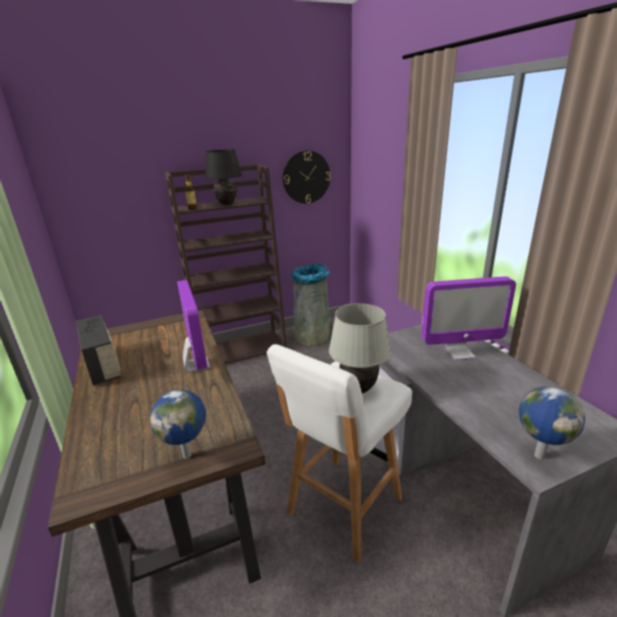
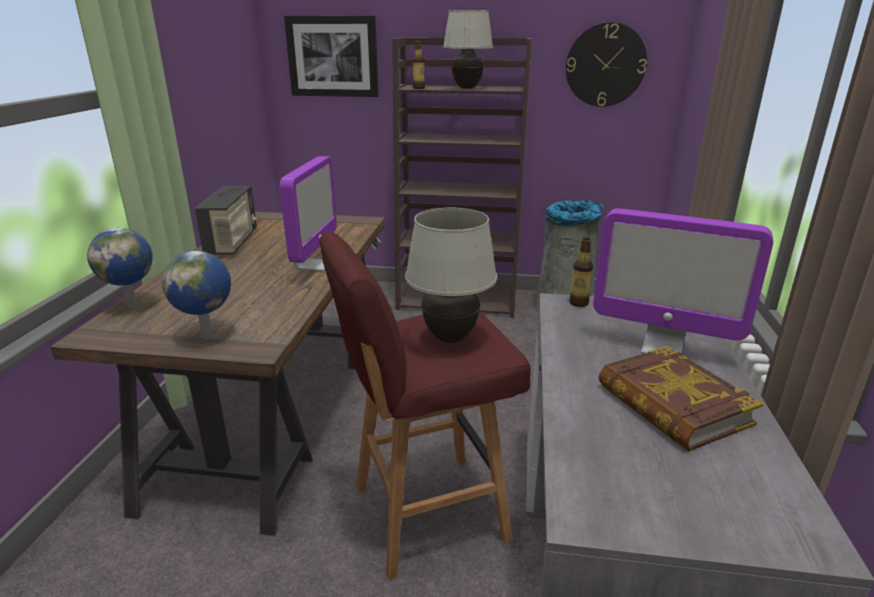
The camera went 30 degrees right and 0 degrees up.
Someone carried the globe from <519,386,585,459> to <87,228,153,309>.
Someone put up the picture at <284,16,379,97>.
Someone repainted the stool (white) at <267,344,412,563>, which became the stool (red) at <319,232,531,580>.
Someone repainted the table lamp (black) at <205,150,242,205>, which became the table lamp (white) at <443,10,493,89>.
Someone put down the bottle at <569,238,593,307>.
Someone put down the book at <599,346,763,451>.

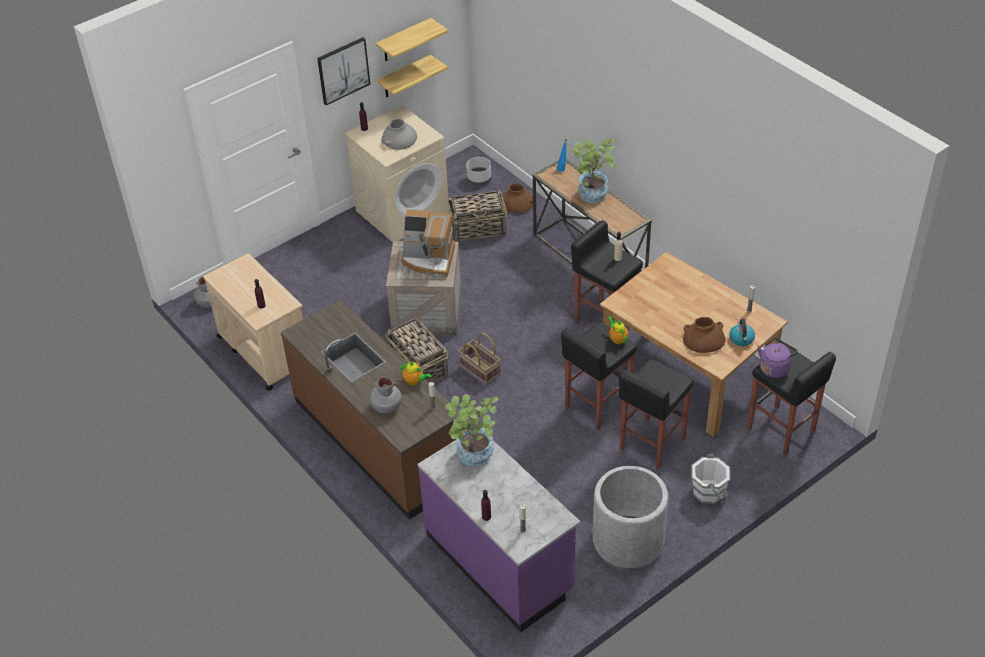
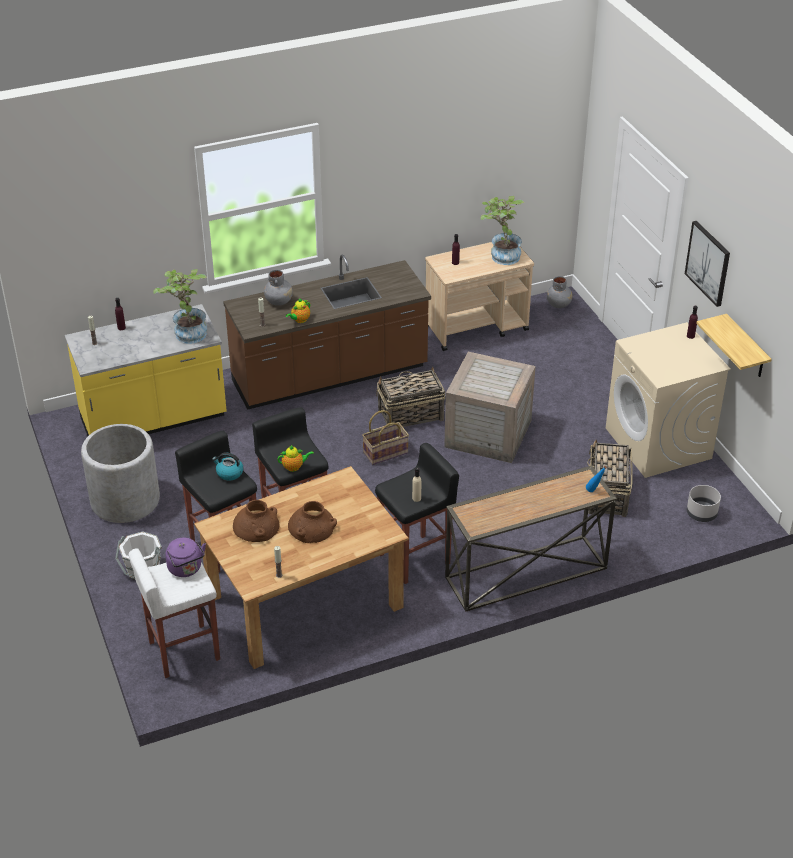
The camera went 105 degrees right and 5 degrees down.
Someone repainted the counter (purple) at <418,440,580,632>, which became the counter (yellow) at <65,304,227,436>.
Someone repainted the stool (black) at <747,346,836,456>, which became the stool (white) at <129,548,220,678>.
Someone carried the kettle from <729,319,755,346> to <212,452,243,481>.
Someone carried the vase (brown) from <501,183,533,213> to <288,501,337,543>.
Someone carried the potted plant from <572,138,615,203> to <481,196,525,265>.
Someone took away the shelf at <376,18,449,61>.
Someone took away the vase (grey) at <382,118,417,150>.
Someone took away the coffee machine at <401,210,455,277>.

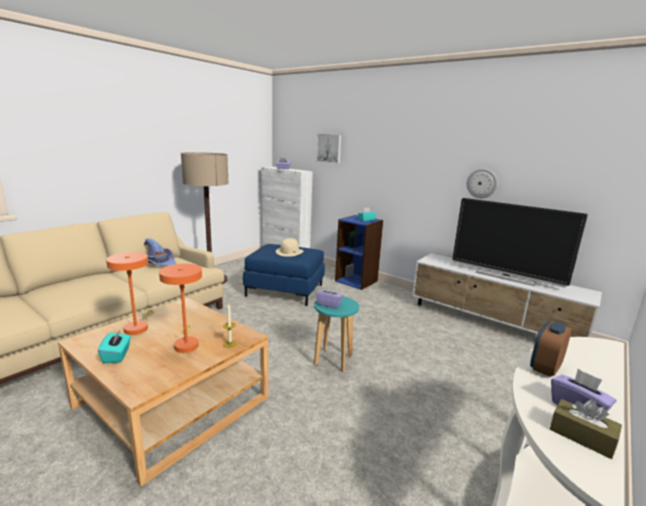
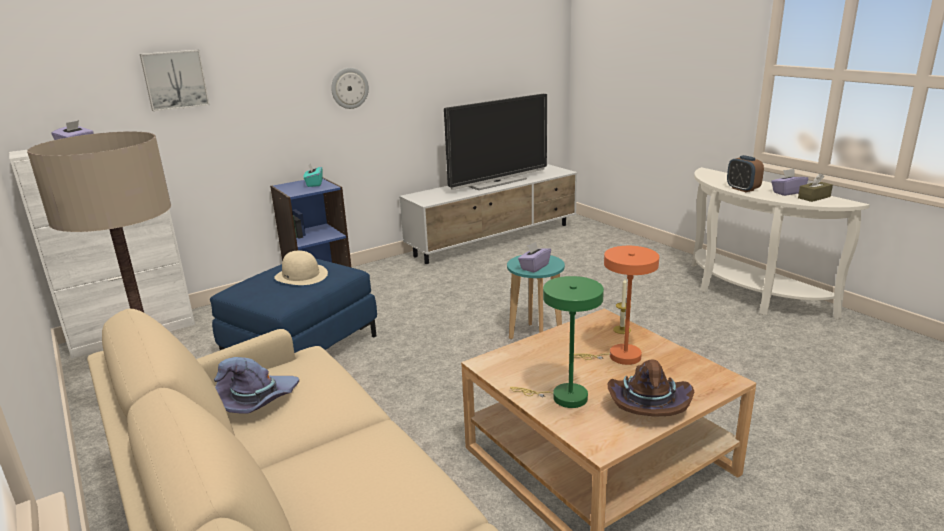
The camera went 70 degrees left and 5 degrees up.
Someone carried the wall clock from <467,168,498,198> to <331,68,369,109>.
Someone repainted the table lamp (orange) at <106,252,154,335>, which became the table lamp (green) at <510,276,604,408>.
Someone swapped the tissue box (turquoise) at <98,329,131,363> for the hat (brown) at <608,360,694,417>.

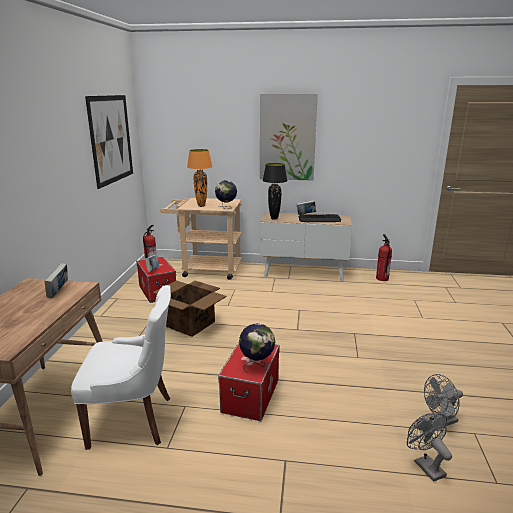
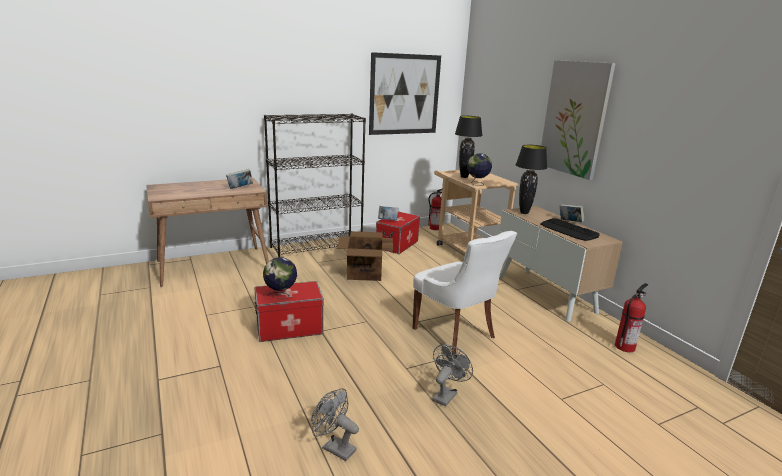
The camera went 55 degrees right and 0 degrees up.
Someone put down the bookcase (black) at <264,113,366,257>.
Someone carried the chair (white) from <71,285,171,450> to <412,231,517,355>.
Someone carried the fan (grey) from <407,413,452,482> to <432,344,473,406>.
Someone repainted the table lamp (orange) at <187,149,213,207>, which became the table lamp (black) at <455,116,483,178>.

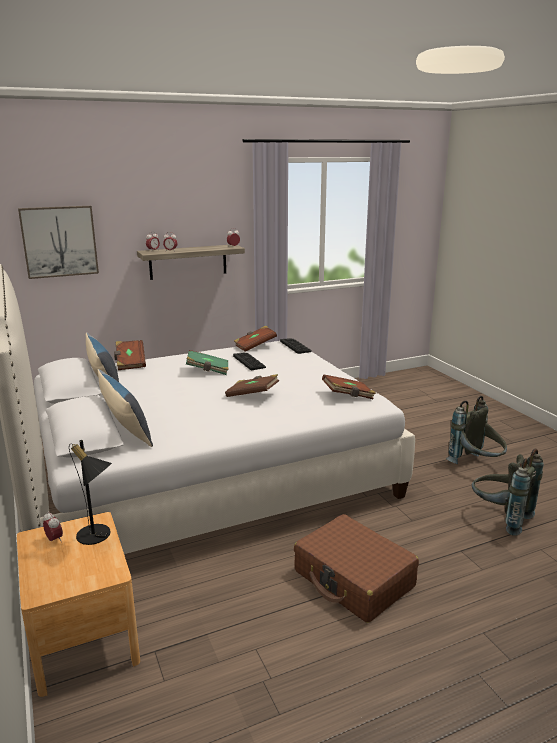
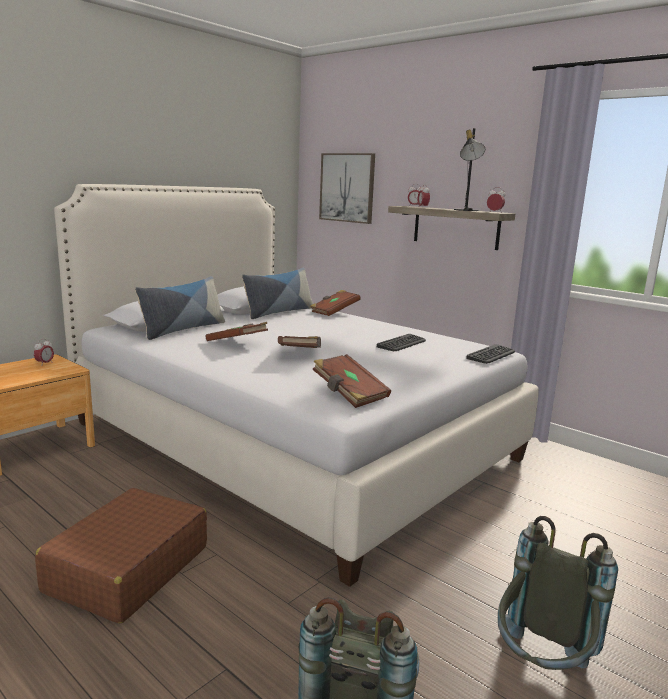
The camera went 65 degrees right and 5 degrees down.
Someone carried the book (brown) from <234,325,277,352> to <206,322,268,341>.
Someone carried the table lamp (black) from <69,440,112,545> to <454,128,485,211>.
Someone took away the book (green) at <186,350,229,375>.

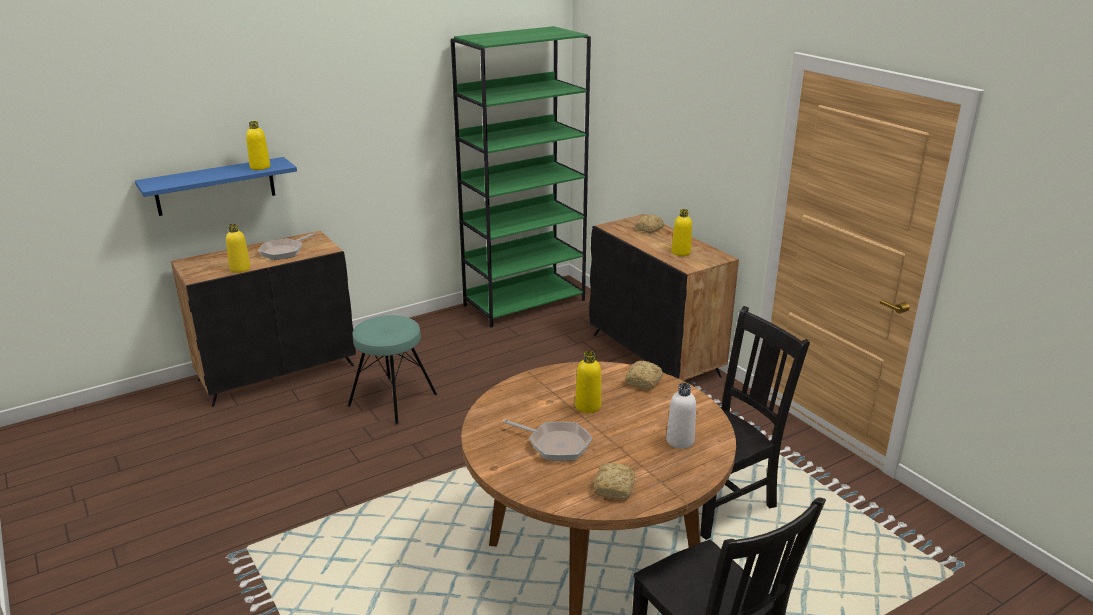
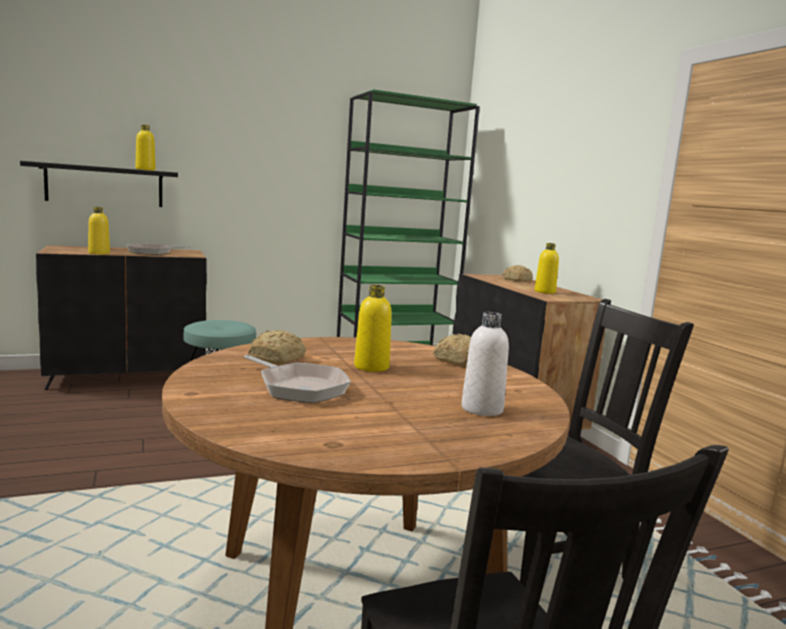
The camera went 10 degrees right and 15 degrees down.
Someone repainted the shelf (blue) at <135,157,297,216>, which became the shelf (black) at <20,161,178,207>.
Someone carried the bread from <594,463,635,500> to <248,330,306,365>.

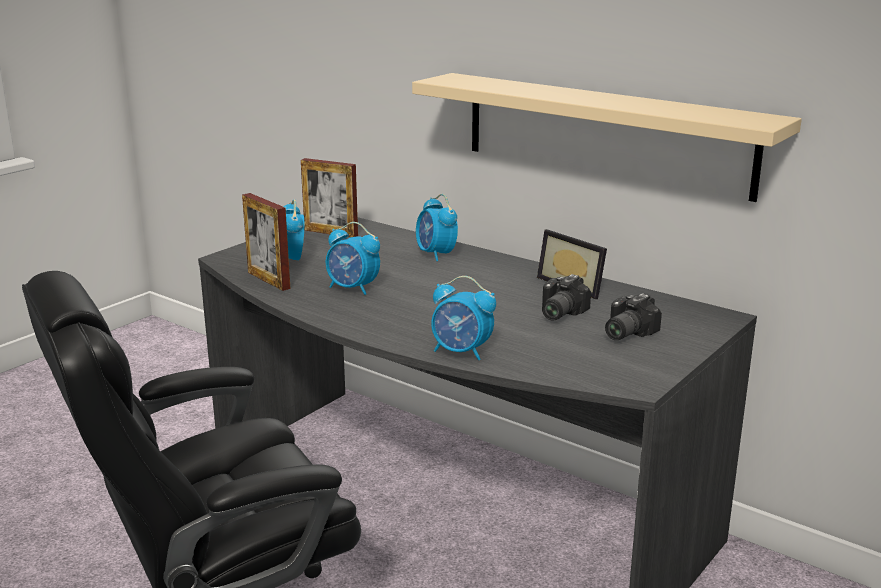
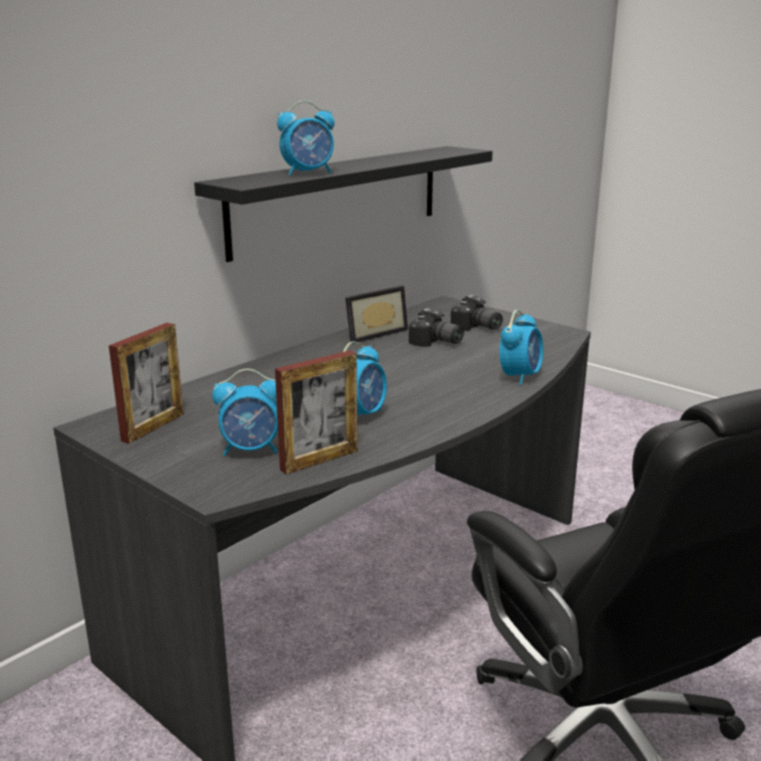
The camera went 85 degrees left and 0 degrees up.
Someone repainted the shelf (beige) at <412,73,802,202>, which became the shelf (black) at <194,146,493,262>.
Someone carried the alarm clock from <416,194,458,261> to <277,101,335,175>.

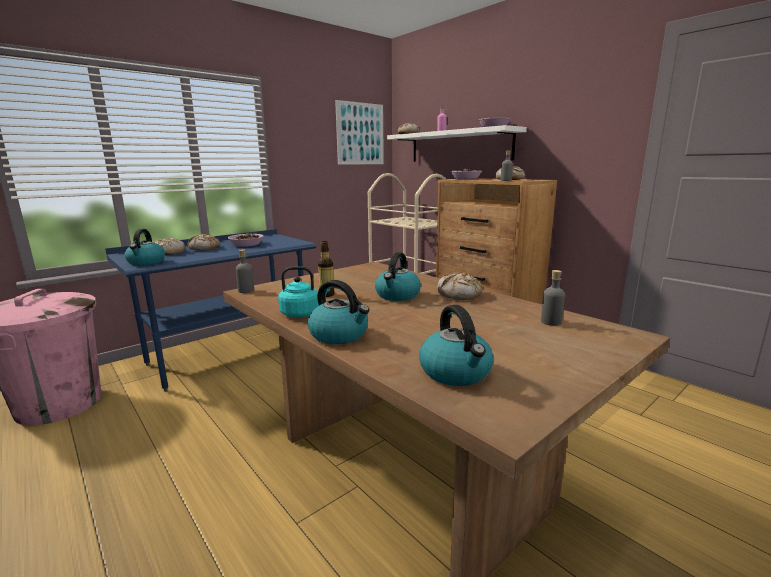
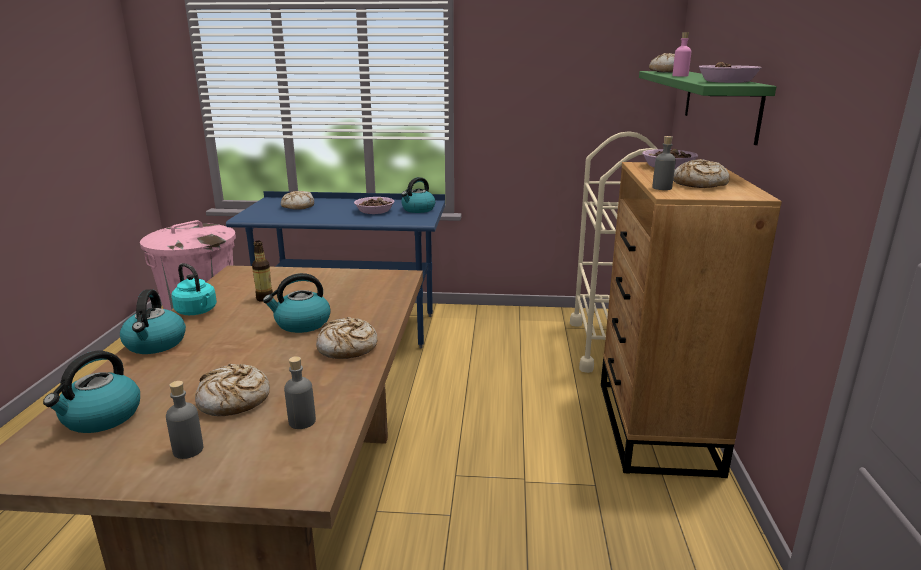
The camera went 45 degrees right and 5 degrees up.
Someone carried the bottle (grey) from <236,249,254,293> to <166,381,203,459>.
Someone carried the bread from <188,234,220,250> to <195,363,270,416>.
Someone carried the kettle from <125,229,165,266> to <401,177,436,213>.
Someone repainted the shelf (white) at <387,125,527,162>, which became the shelf (green) at <639,71,776,145>.
Someone took away the picture at <335,100,384,165>.

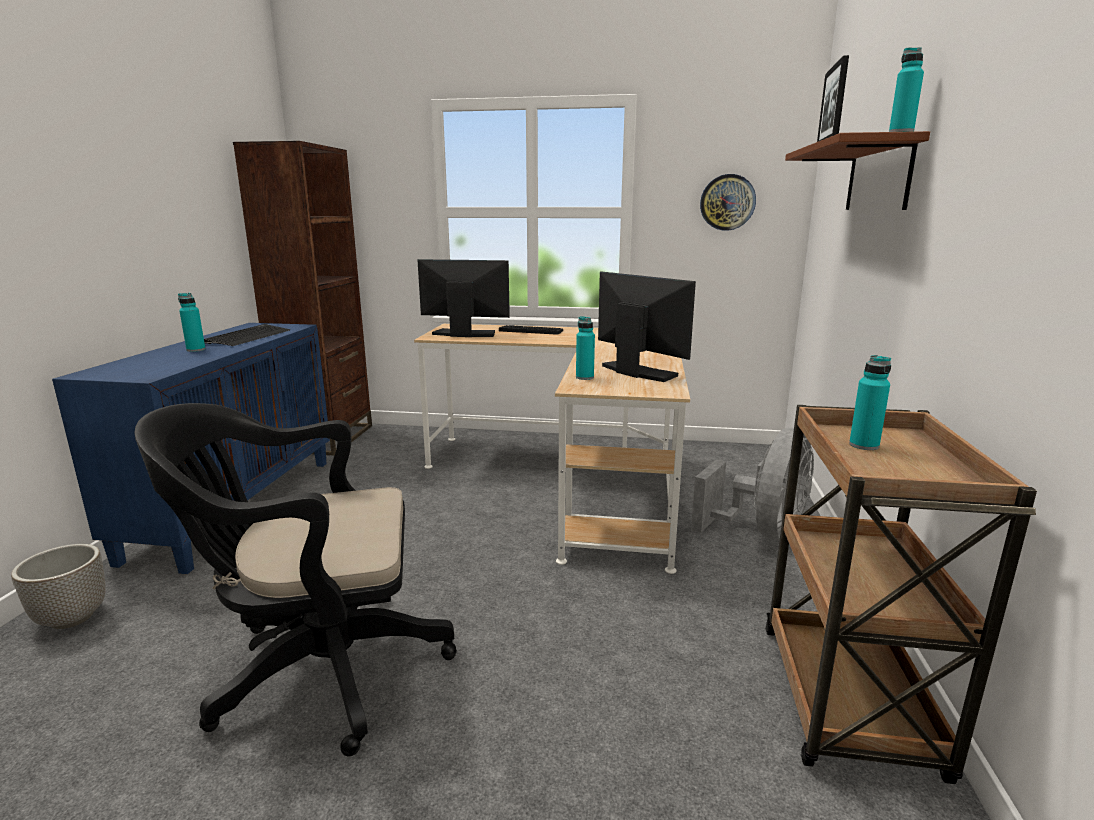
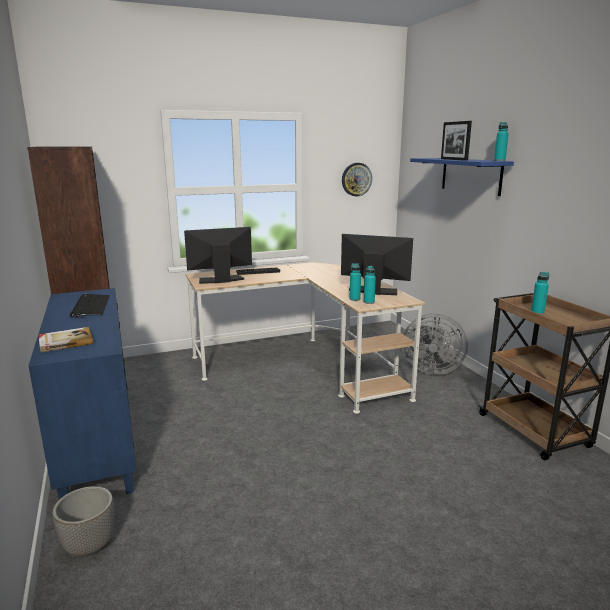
The camera went 30 degrees left and 0 degrees up.
Someone put down the book at <39,327,93,352>.
Someone carried the bottle (turquoise) from <178,293,206,352> to <364,266,376,304>.
Someone rotated the fan (grey) at <691,428,814,540> by 105 degrees clockwise.
Someone repainted the shelf (brown) at <785,131,930,210>, which became the shelf (blue) at <410,158,514,196>.
Someone took away the office chair (black) at <134,403,457,756>.

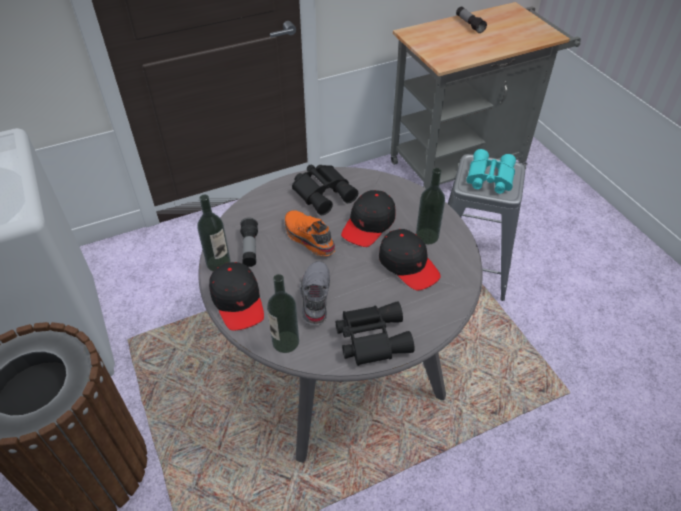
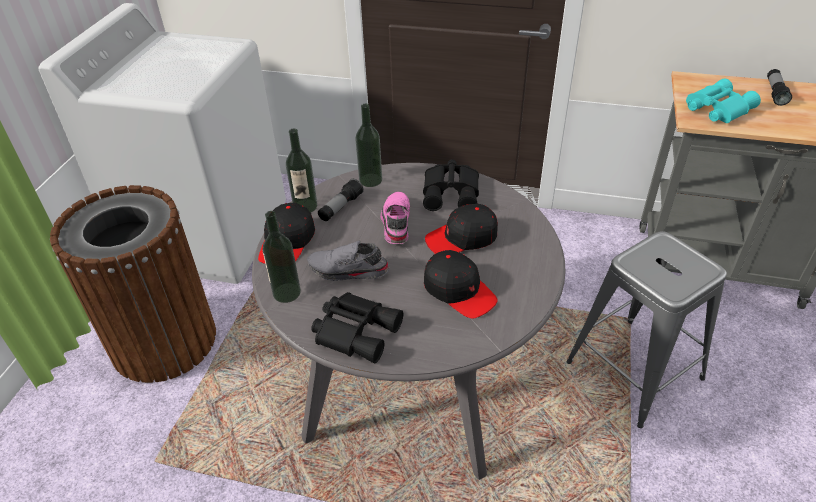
The camera went 40 degrees right and 5 degrees down.
Someone rotated the shoe (grey) at <299,261,330,325> by 120 degrees counterclockwise.
Someone carried the bottle from <416,168,445,244> to <355,104,382,187>.
Someone repainted the shoe (orange) at <285,210,335,256>, which became the shoe (pink) at <380,192,410,244>.
Someone rotated the cap (black) at <379,229,441,291> by 45 degrees counterclockwise.
Someone carried the binoculars (turquoise) from <466,149,516,194> to <686,79,761,123>.

